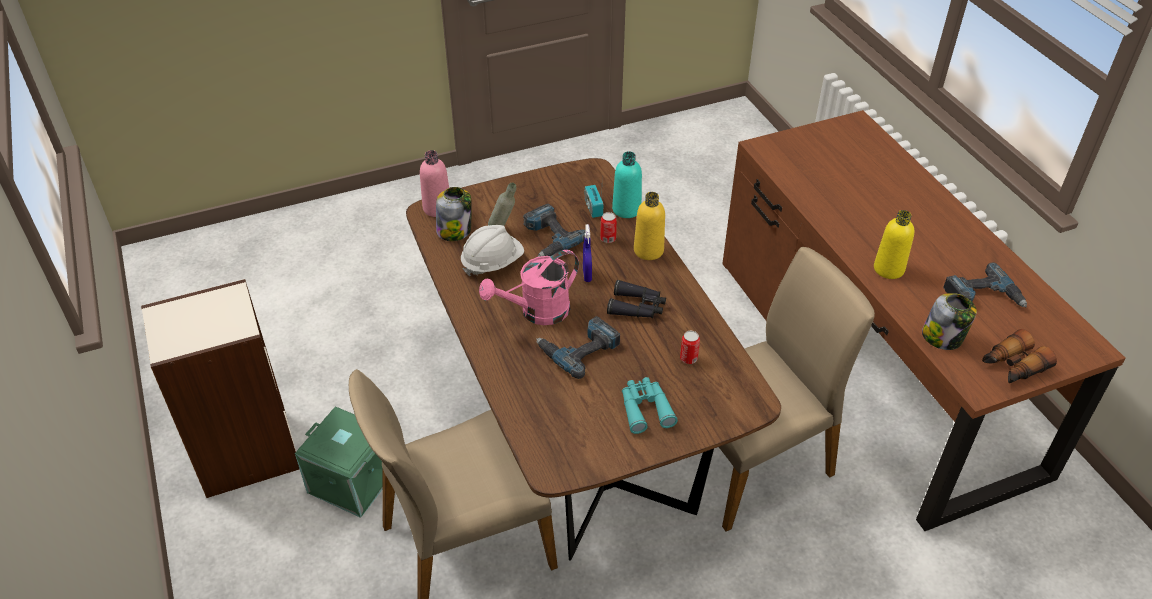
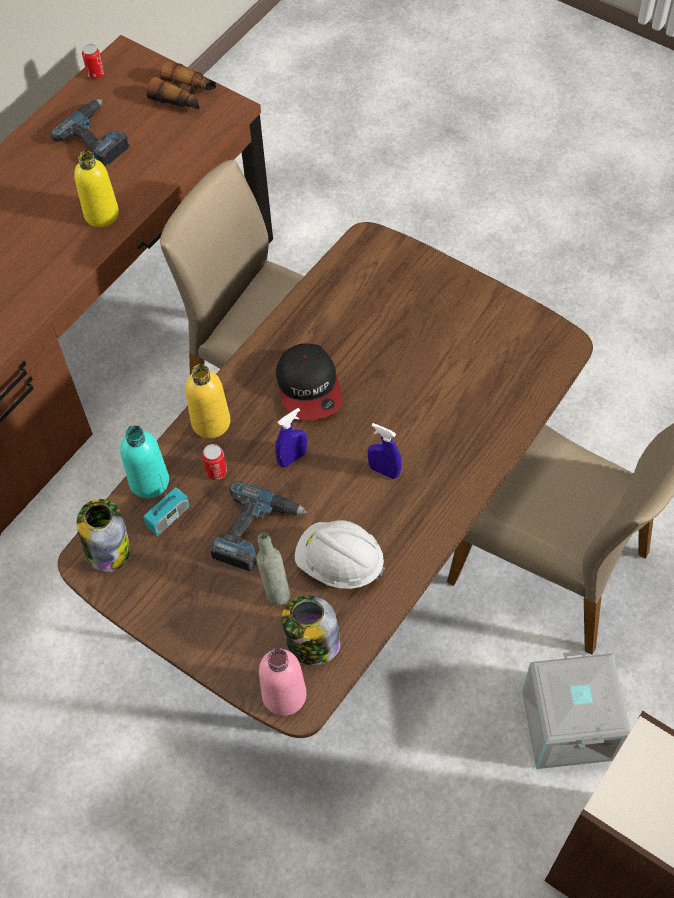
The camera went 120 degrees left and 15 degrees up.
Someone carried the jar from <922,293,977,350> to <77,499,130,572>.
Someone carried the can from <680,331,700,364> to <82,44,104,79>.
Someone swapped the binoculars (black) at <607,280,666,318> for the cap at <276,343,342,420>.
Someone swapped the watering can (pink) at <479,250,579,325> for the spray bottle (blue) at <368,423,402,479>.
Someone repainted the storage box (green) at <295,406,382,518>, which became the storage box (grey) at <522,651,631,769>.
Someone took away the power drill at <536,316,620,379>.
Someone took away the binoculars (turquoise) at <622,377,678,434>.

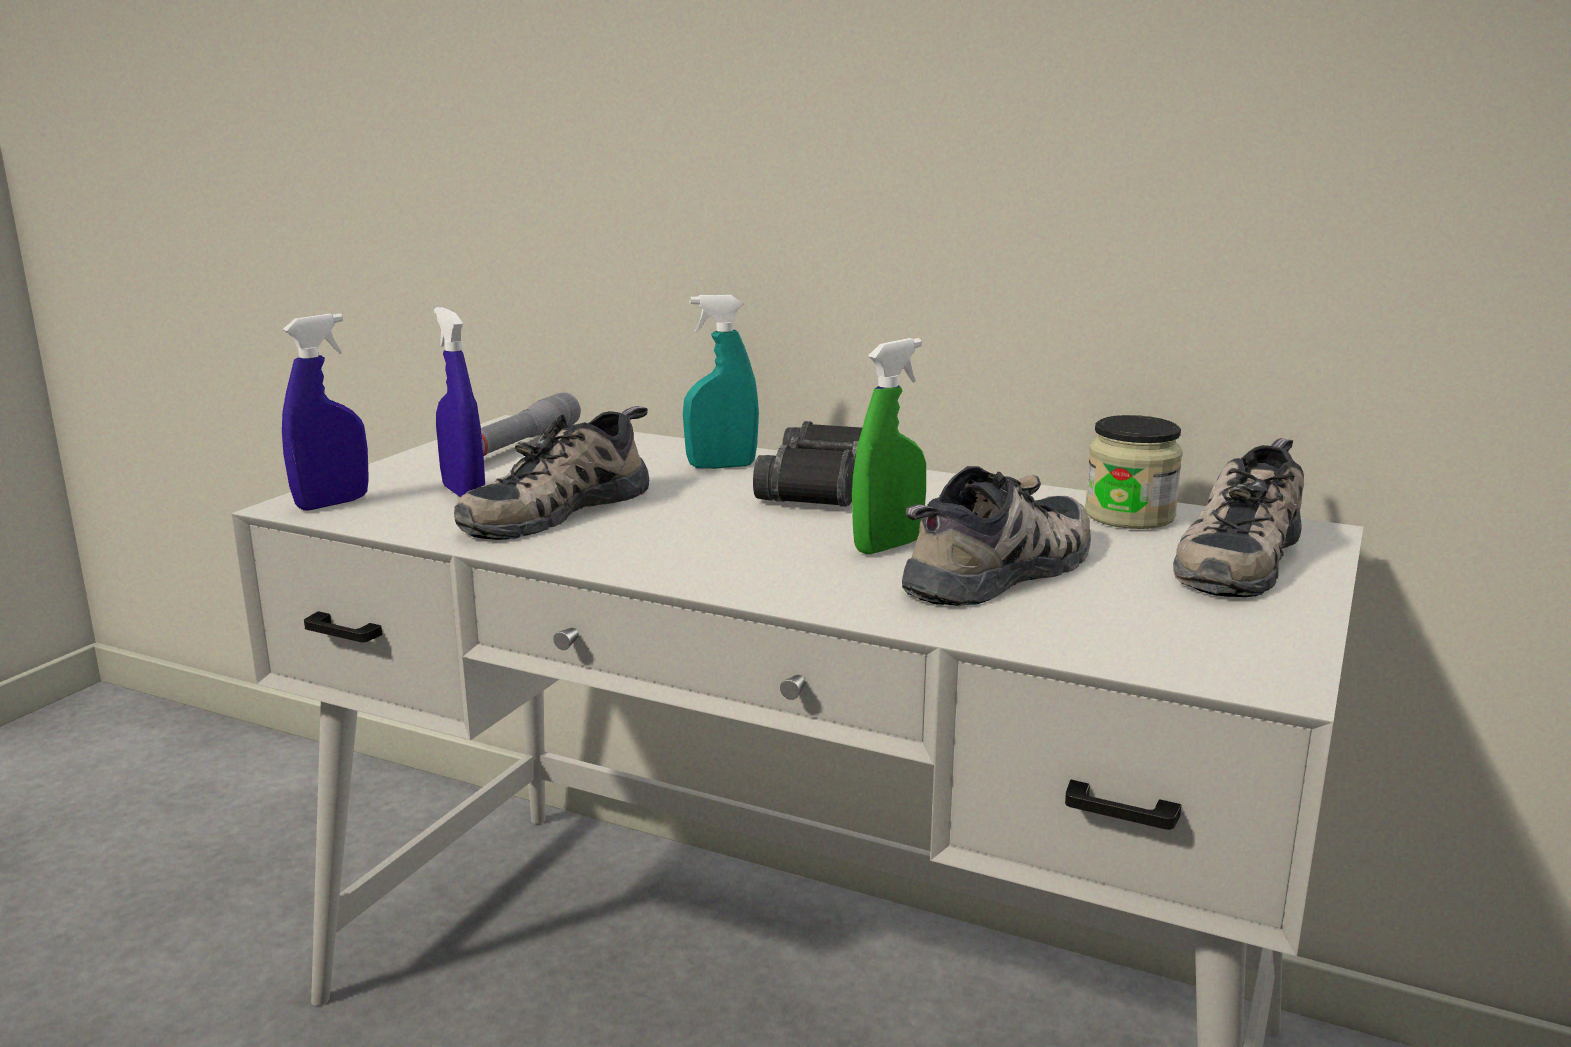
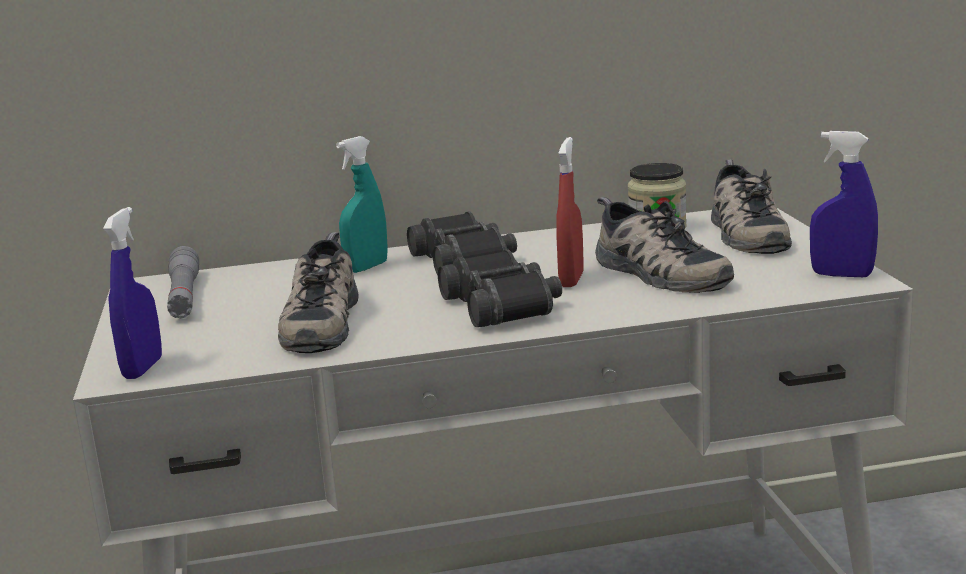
The camera went 35 degrees left and 0 degrees up.
Someone put down the binoculars (black) at <438,249,562,327>.
Someone repainted the spray bottle (green) at <852,338,926,554>, which became the spray bottle (red) at <556,137,584,287>.
Someone rotated the shoe at <902,466,1091,606> by 135 degrees clockwise.
Someone carried the spray bottle (blue) from <434,307,485,497> to <810,131,878,277>.

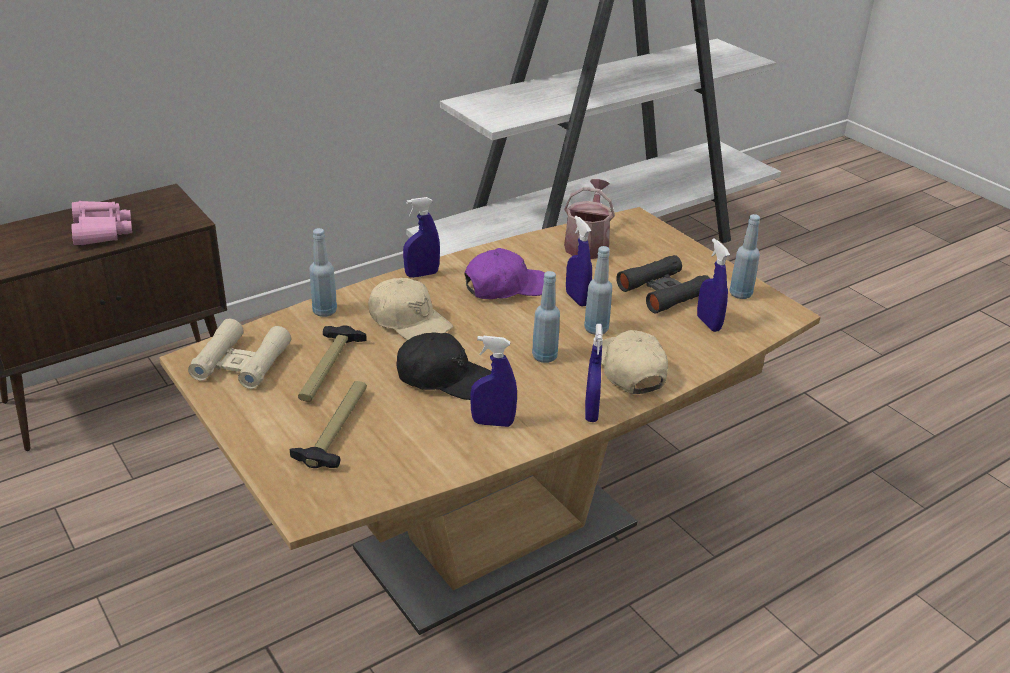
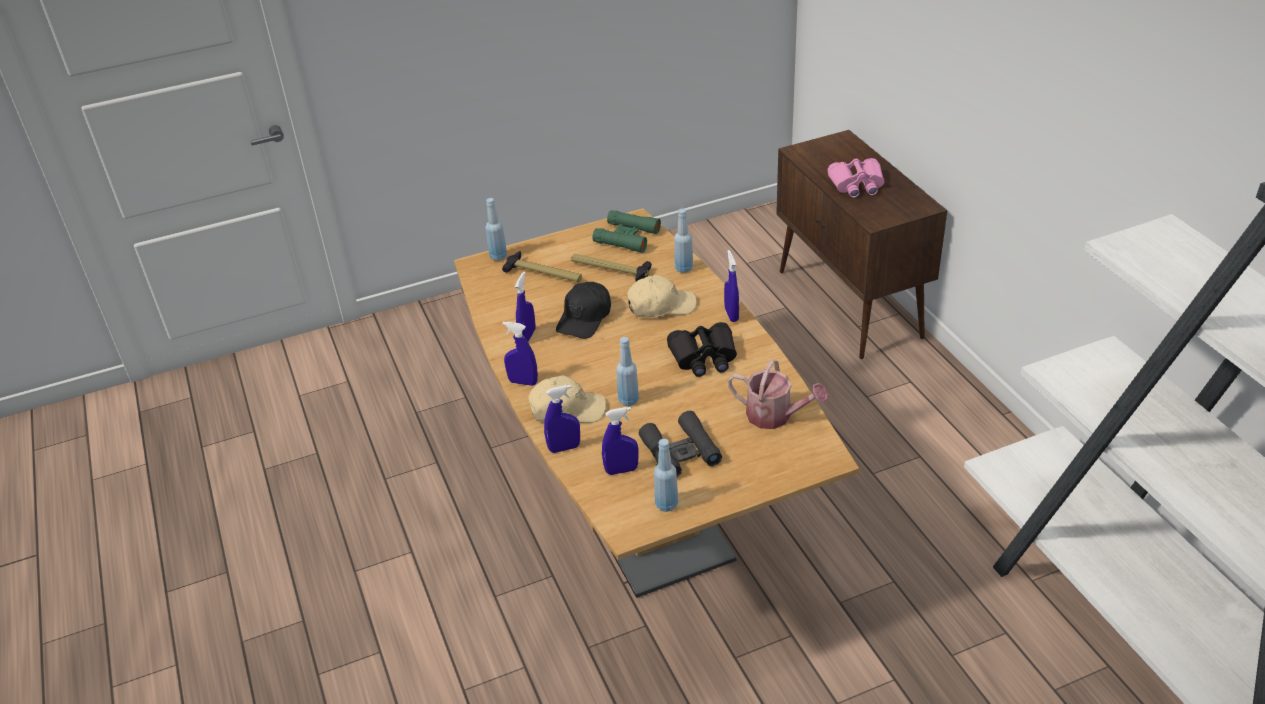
The camera went 105 degrees right and 5 degrees up.
Someone carried the bottle (blue) from <532,271,560,363> to <485,198,507,261>.
Someone carried the spray bottle (blue) from <566,216,592,307> to <544,385,580,453>.
Someone repainted the binoculars (beige) at <188,319,291,389>, which became the binoculars (green) at <592,210,661,253>.
Someone rotated the cap (beige) at <368,278,453,340> by 150 degrees counterclockwise.
Someone swapped the cap (purple) at <464,248,545,299> for the binoculars (black) at <667,322,737,377>.

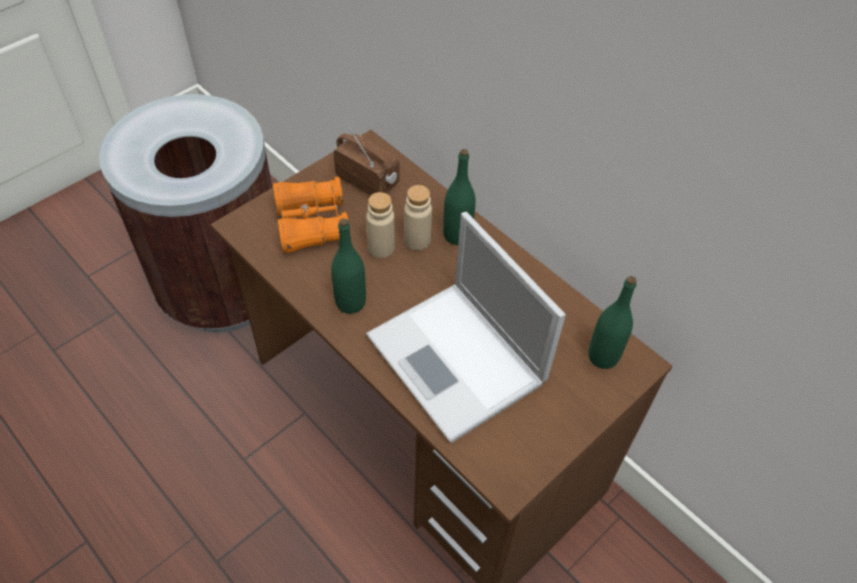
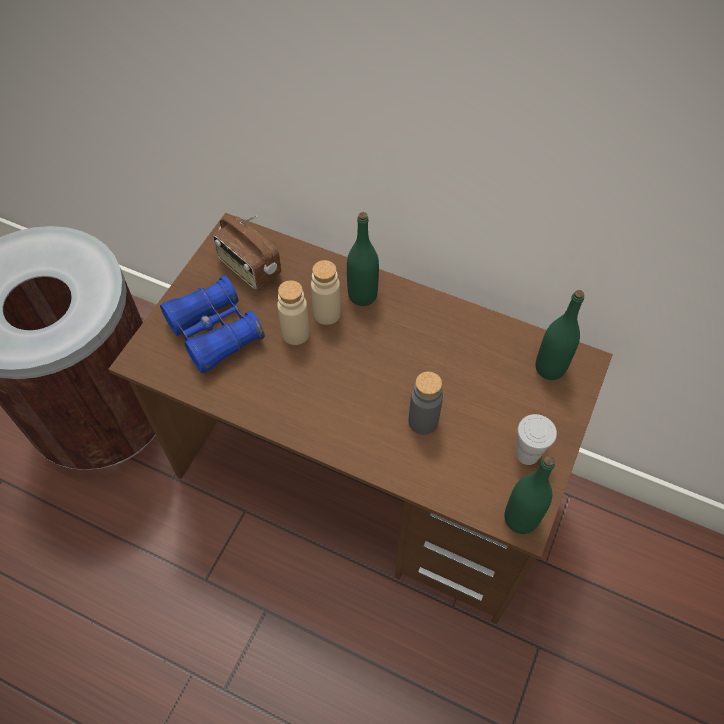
The camera went 20 degrees left and 5 degrees up.
Someone repainted the binoculars (orange) at <273,177,348,253>, which became the binoculars (blue) at <160,275,265,374>.
Someone rotated the radio at <333,128,400,196> by 150 degrees counterclockwise.
Someone swapped the laptop at <366,212,566,443> for the bottle (grey) at <408,371,443,435>.
Someone carried the bottle (green) from <331,218,366,314> to <505,456,555,534>.
Someone put down the cup (white) at <516,414,557,465>.

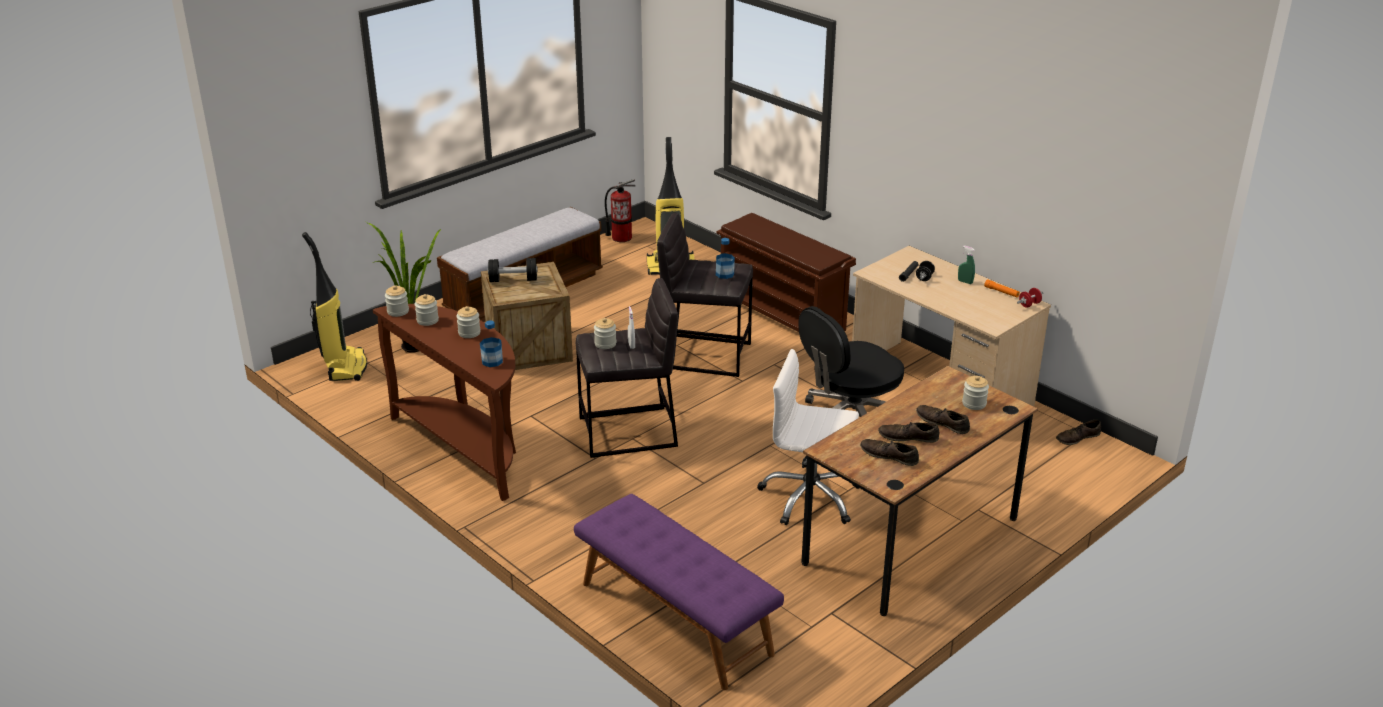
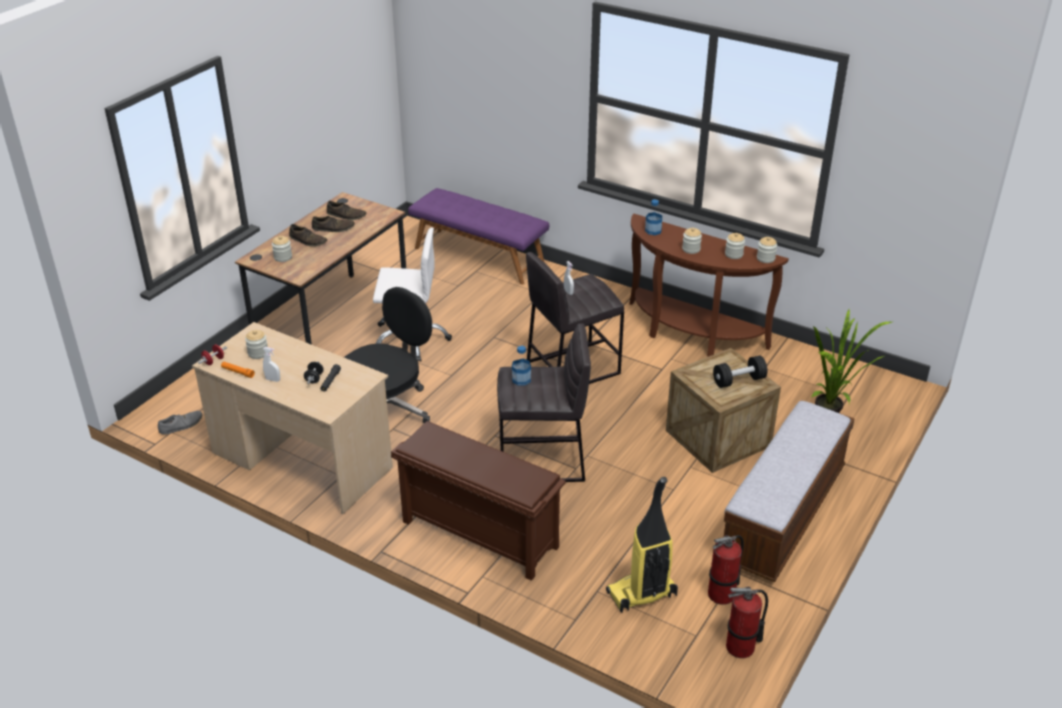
The camera went 165 degrees right and 5 degrees up.
Someone repainted the shoe (brown) at <1056,420,1101,445>, which became the shoe (grey) at <158,411,202,435>.
Someone carried the jar from <594,318,616,349> to <245,330,268,359>.
Someone repainted the spray bottle (green) at <958,246,975,284>, which became the spray bottle (white) at <263,347,280,382>.
Someone put down the fire extinguisher at <708,535,744,605>.
Someone took away the vacuum cleaner at <302,232,367,381>.

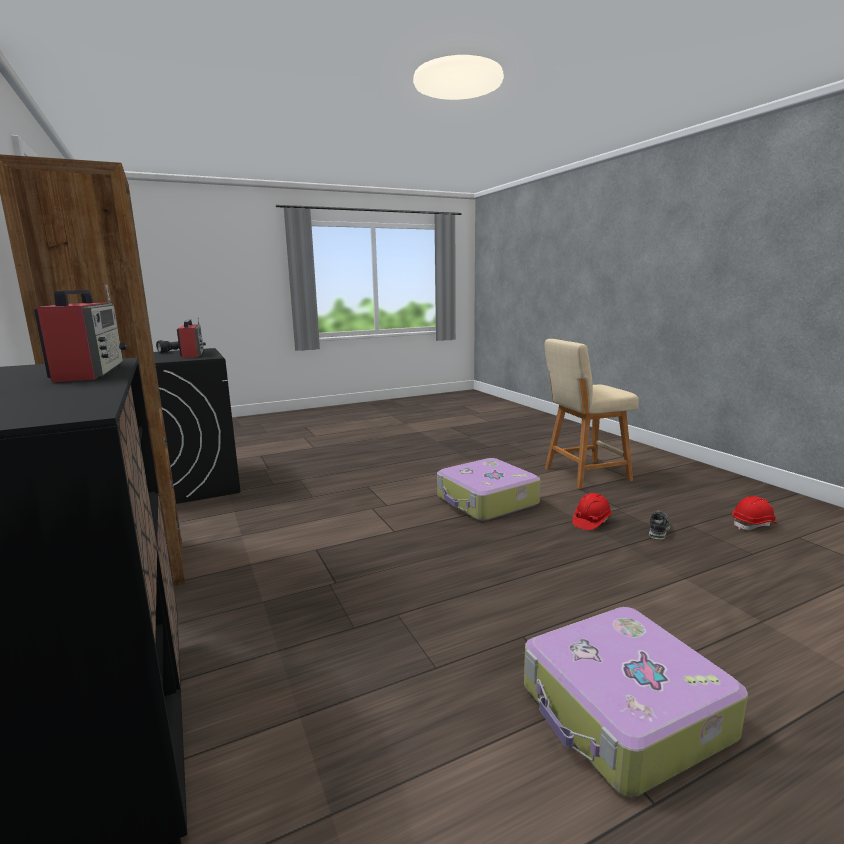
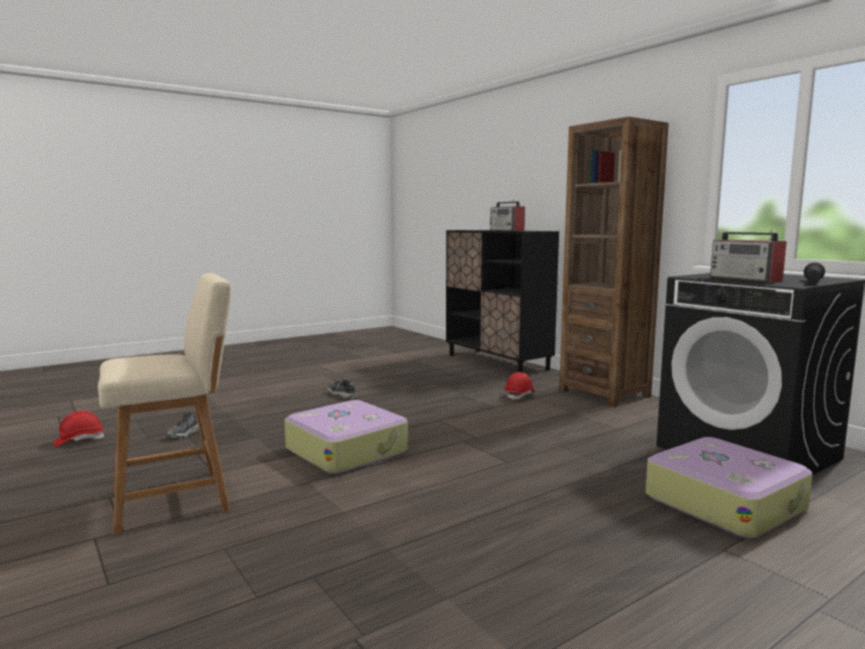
The camera went 170 degrees right and 5 degrees down.
Someone put down the shoe at <328,379,357,398>.
Someone carried the hard hat (red) from <572,493,612,530> to <505,372,535,400>.
Someone carried the suitcase from <524,607,748,797> to <646,437,813,539>.

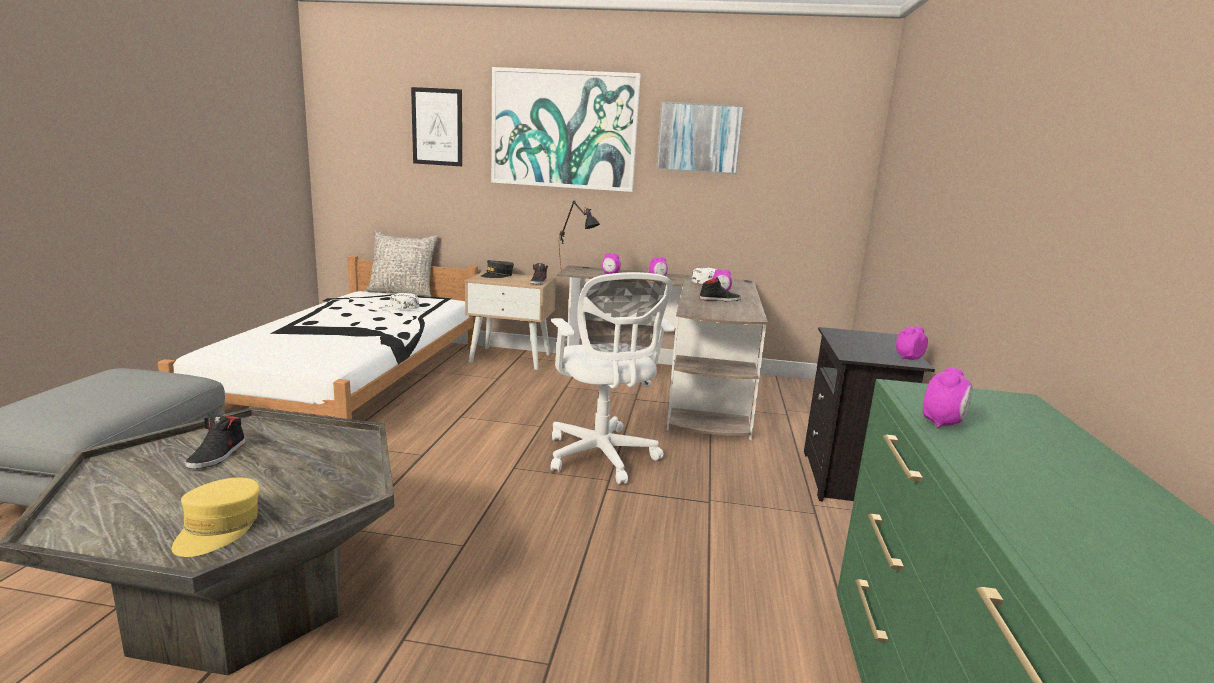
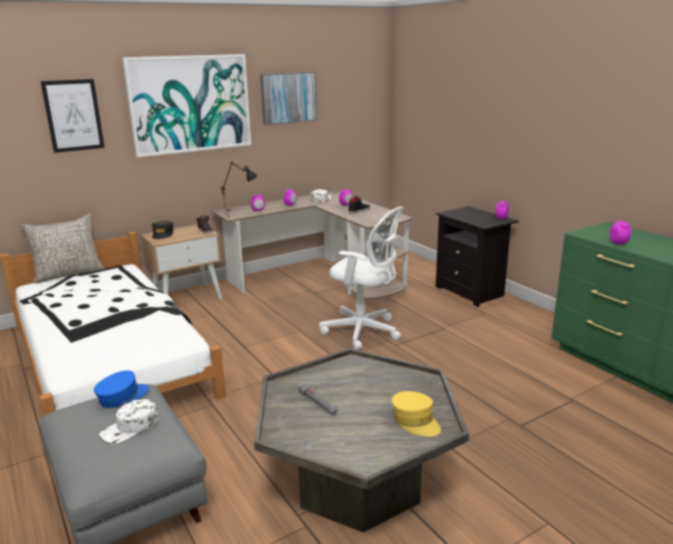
The camera went 40 degrees left and 5 degrees up.
Someone put down the cap (blue) at <94,370,149,408>.
Someone carried the cap (white) from <377,293,419,310> to <99,399,158,444>.
Someone swapped the shoe (black) at <186,415,245,469> for the flashlight (grey) at <298,383,337,415>.

